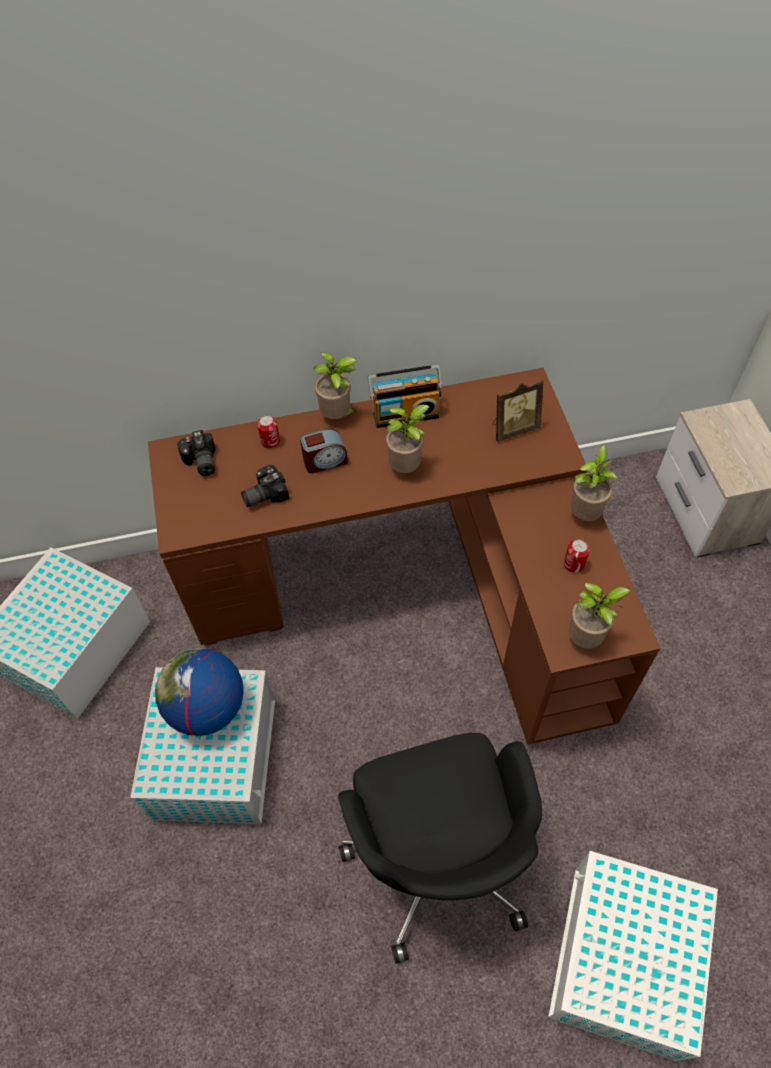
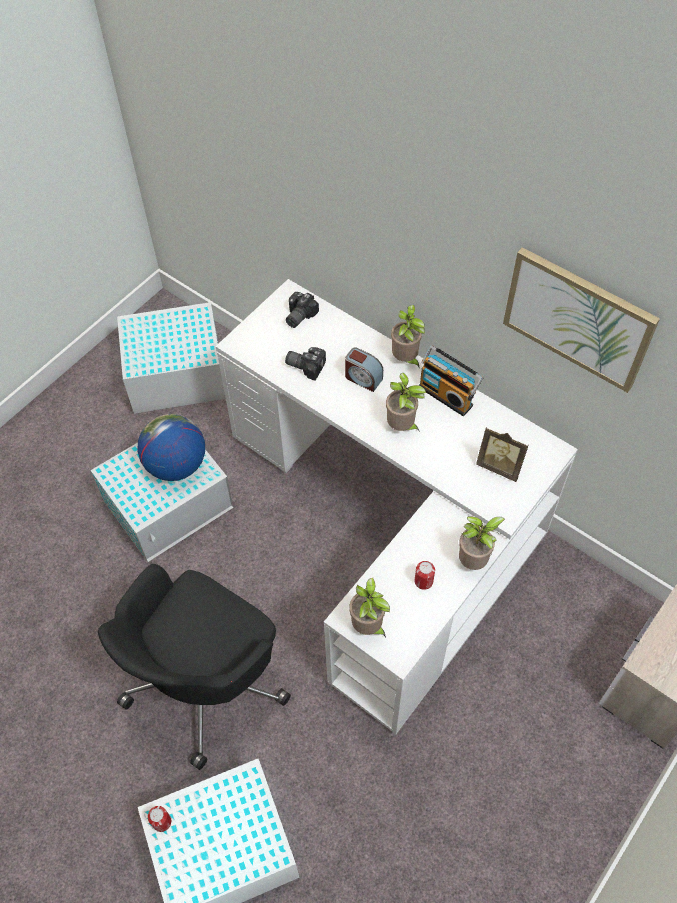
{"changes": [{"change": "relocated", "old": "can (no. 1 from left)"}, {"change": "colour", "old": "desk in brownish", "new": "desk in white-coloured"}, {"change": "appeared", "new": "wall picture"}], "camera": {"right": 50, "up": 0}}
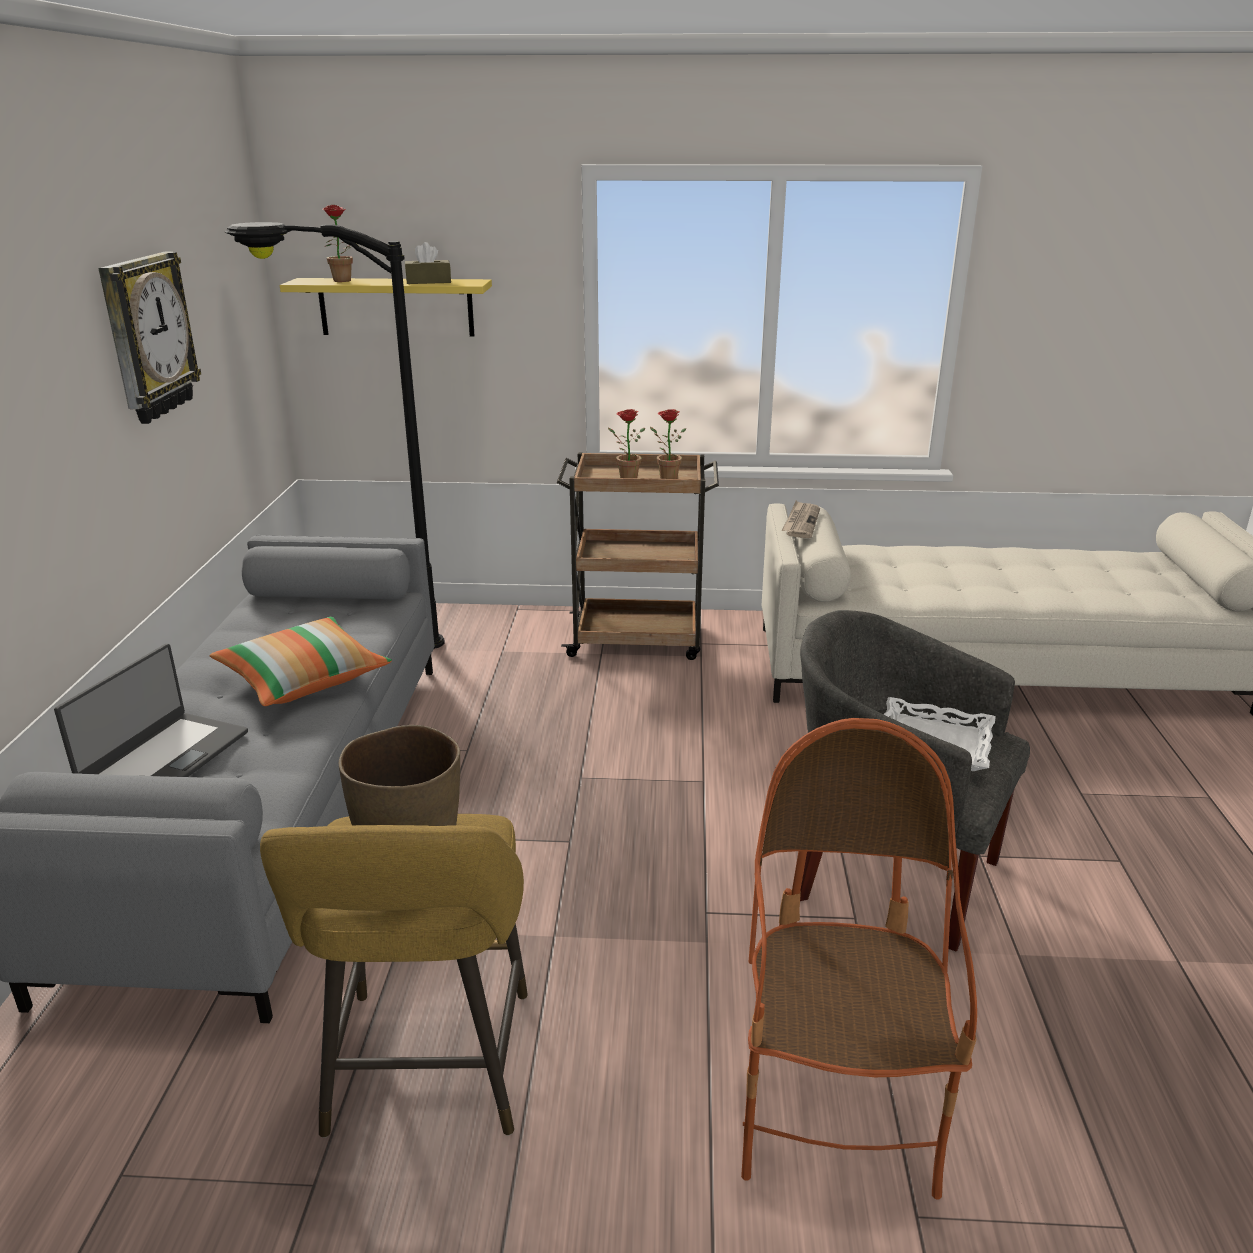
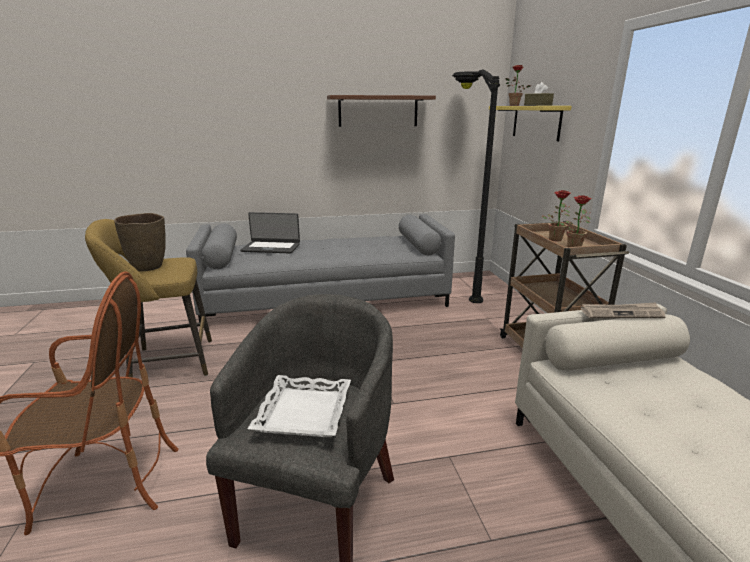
{"changes": [{"change": "exchanged", "old": "clock on the wall", "new": "shelf in brownish"}, {"change": "missing", "old": "cushion"}], "camera": {"right": 75, "up": -5}}
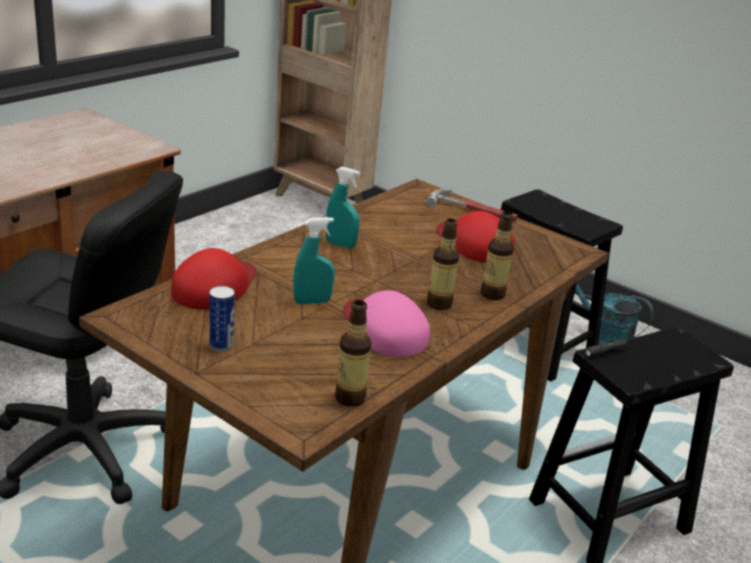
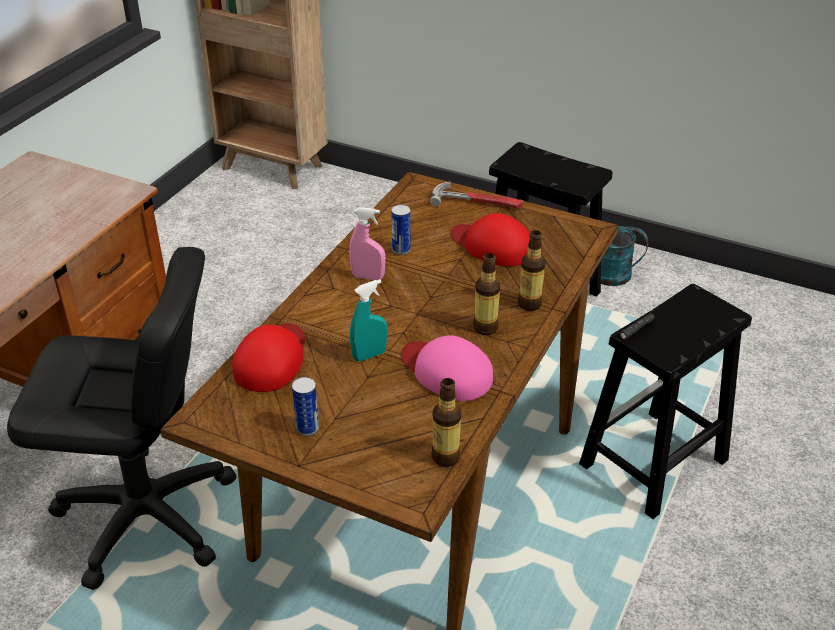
{"changes": [{"change": "colour", "old": "sprayer in turquoise (no. 2 from left)", "new": "sprayer in pink-coloured"}, {"change": "appeared", "new": "can (no. 2 from left)"}], "camera": {"right": -10, "up": 10}}
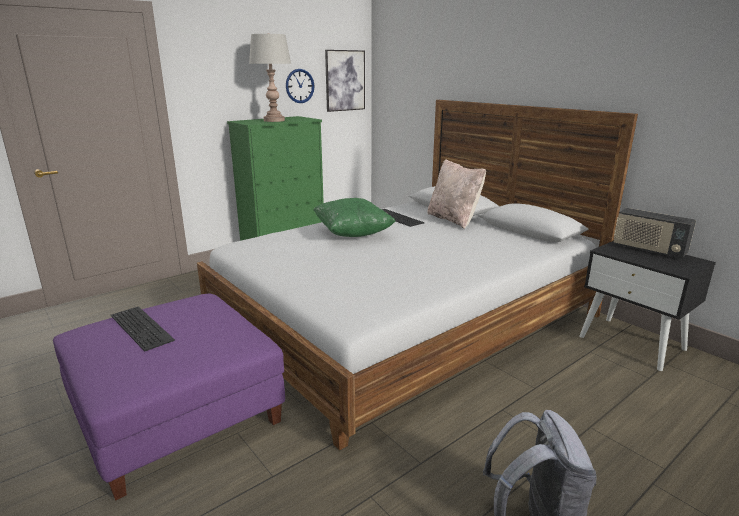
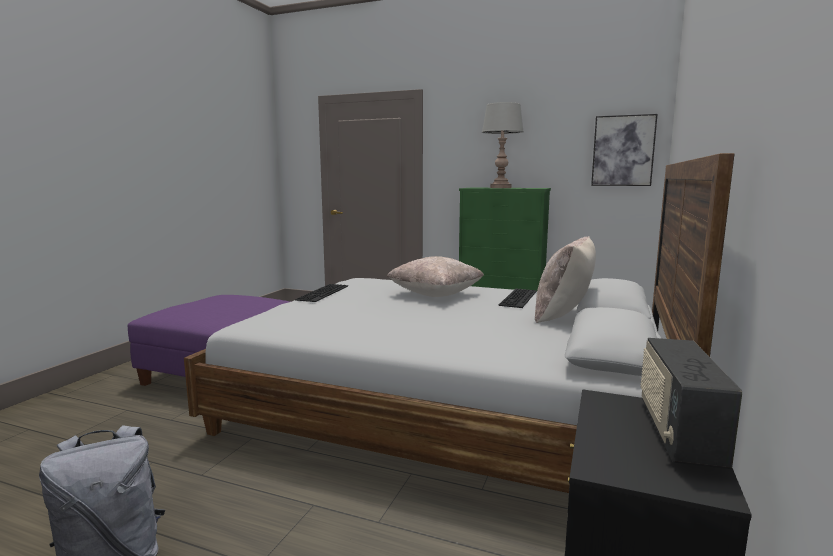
{"changes": [{"change": "relocated", "old": "computer keyboard (no. 1 from left)"}, {"change": "colour", "old": "cushion in green", "new": "cushion in beige (no. 1 from left)"}, {"change": "missing", "old": "clock on the wall"}], "camera": {"right": 60, "up": -10}}
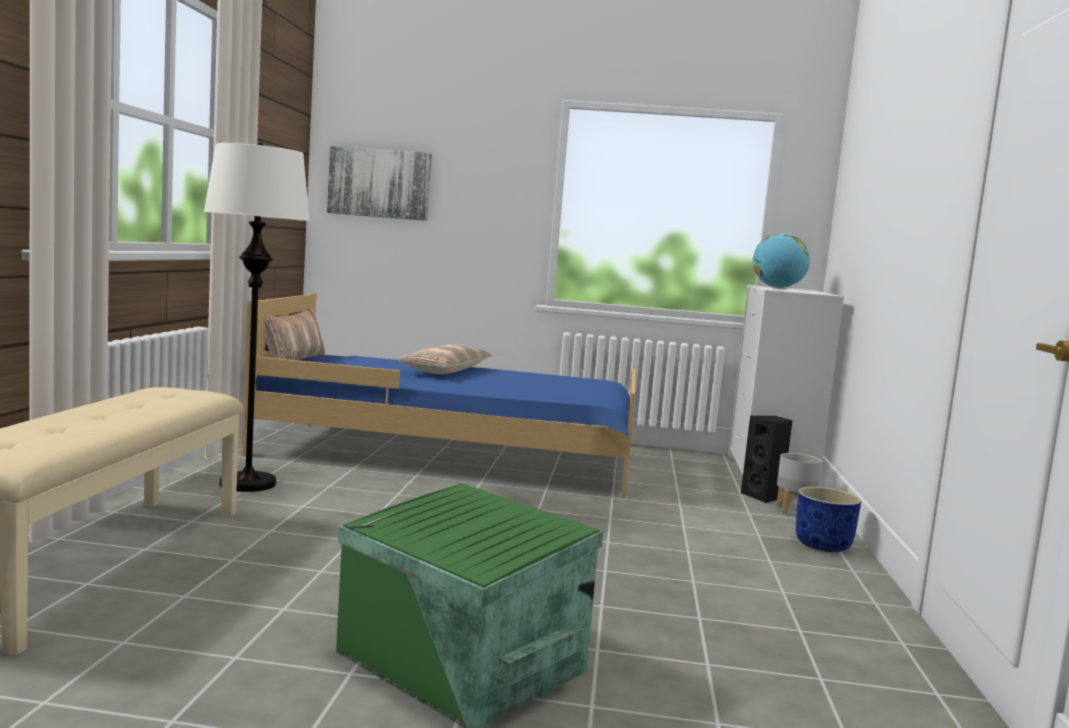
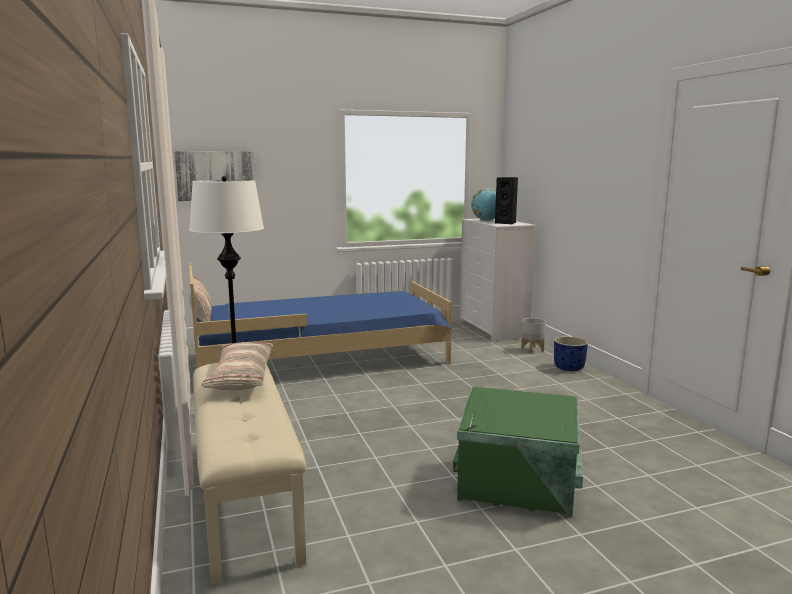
{"changes": [{"change": "relocated", "old": "cushion (no. 2 from left)"}, {"change": "relocated", "old": "speaker in black-coloured"}], "camera": {"right": -25, "up": 5}}
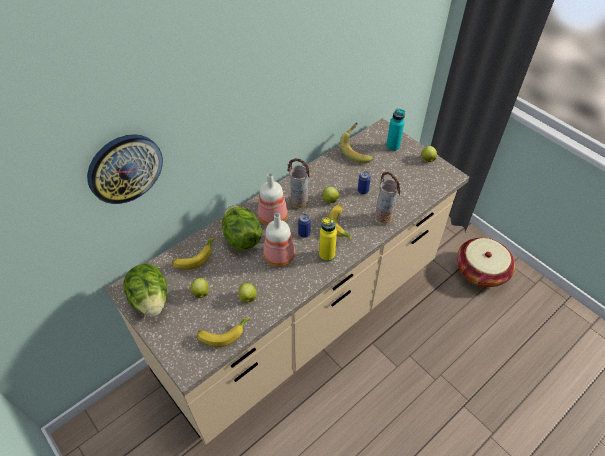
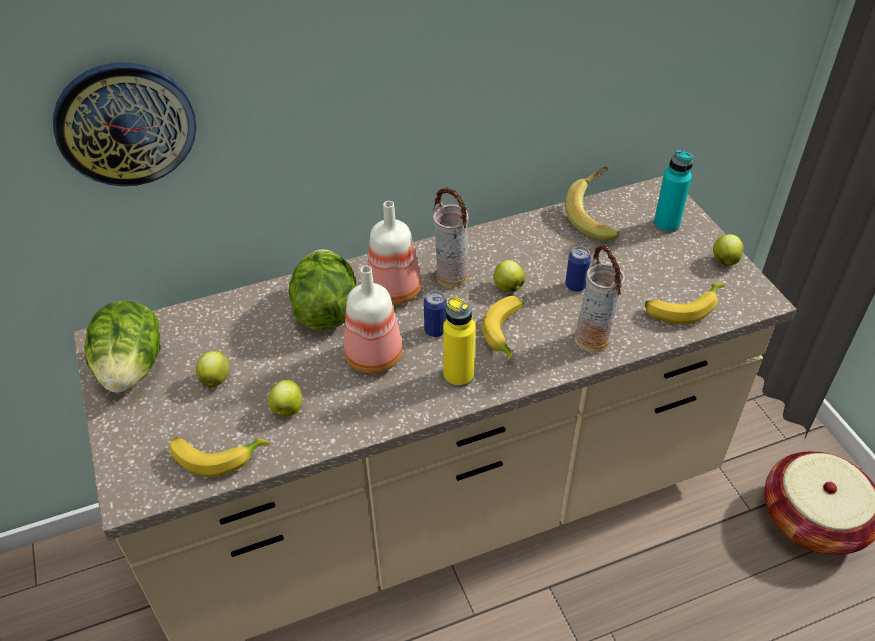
{"changes": [{"change": "relocated", "old": "banana (no. 1 from left in the first image)", "new": "banana (no. 4 from left)"}], "camera": {"right": 20, "up": -5}}
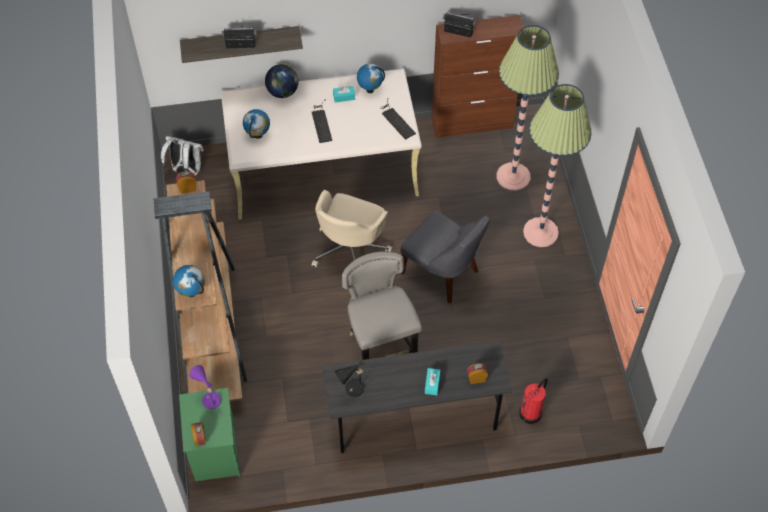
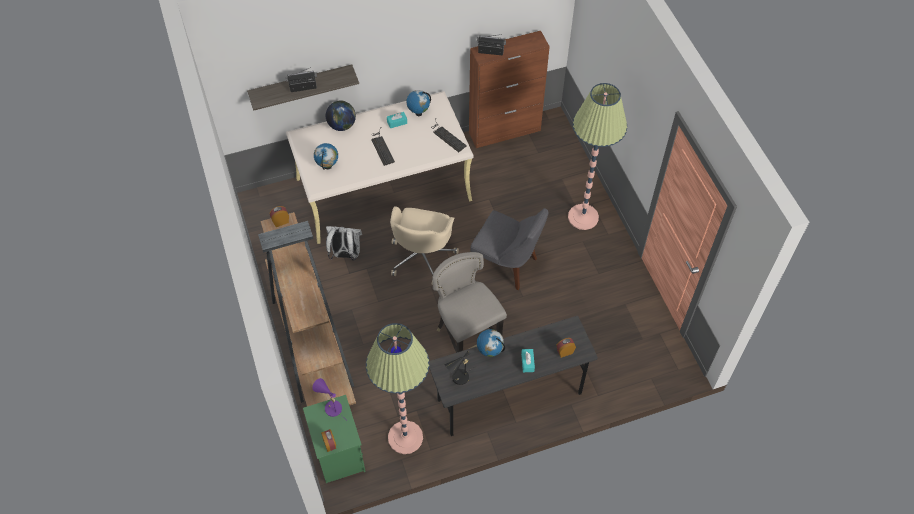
{"changes": [{"change": "relocated", "old": "rucksack in white-coloured"}, {"change": "relocated", "old": "standard lamp (no. 1 from left)"}, {"change": "relocated", "old": "world globe (no. 1 from left in the first image)", "new": "world globe (no. 4 from left)"}, {"change": "missing", "old": "fire-fighting cylinder"}], "camera": {"right": -10, "up": 0}}
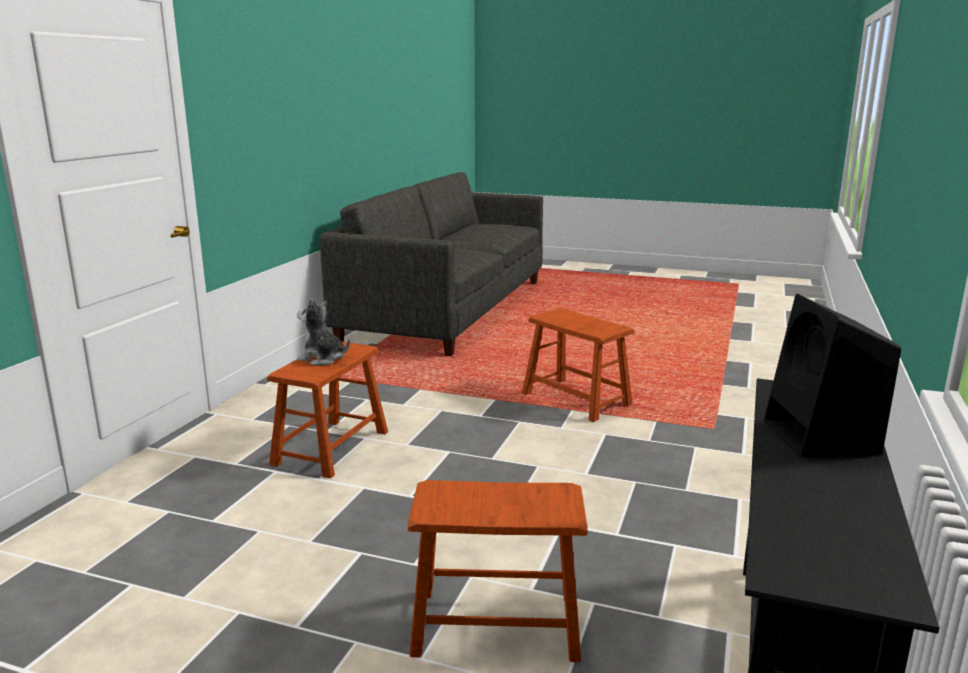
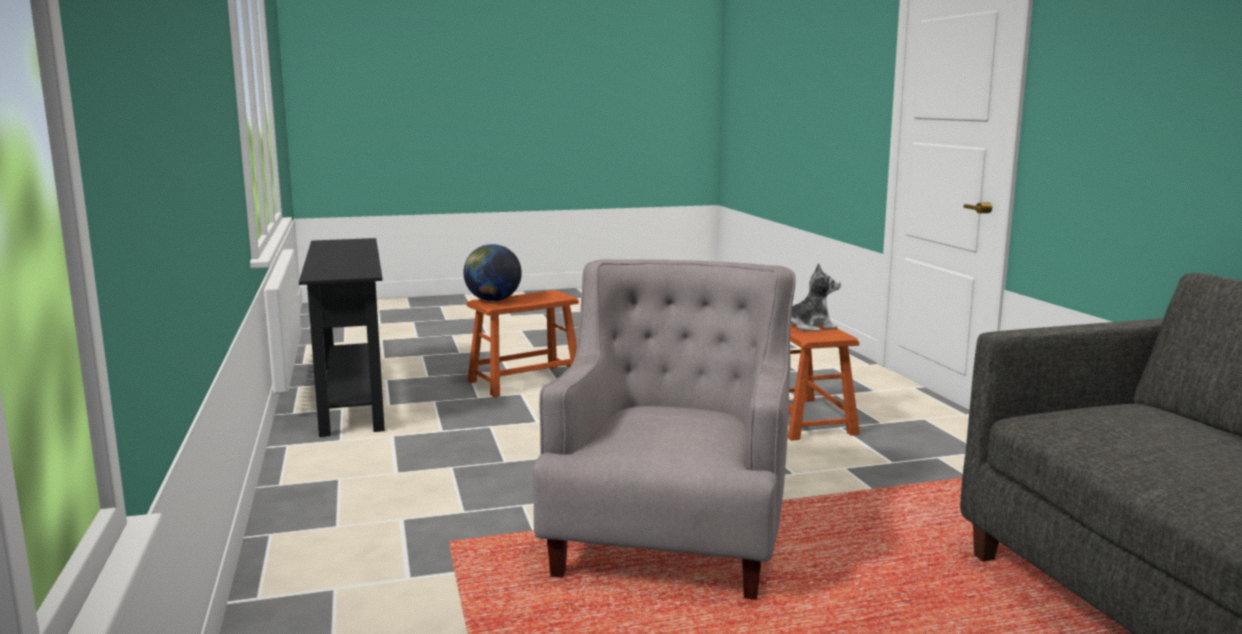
{"changes": [{"change": "appeared", "new": "world globe"}, {"change": "exchanged", "old": "sitting stool in brownish (no. 3 from left)", "new": "easy chair in gray"}, {"change": "missing", "old": "speaker in black-coloured"}], "camera": {"right": 145, "up": -5}}
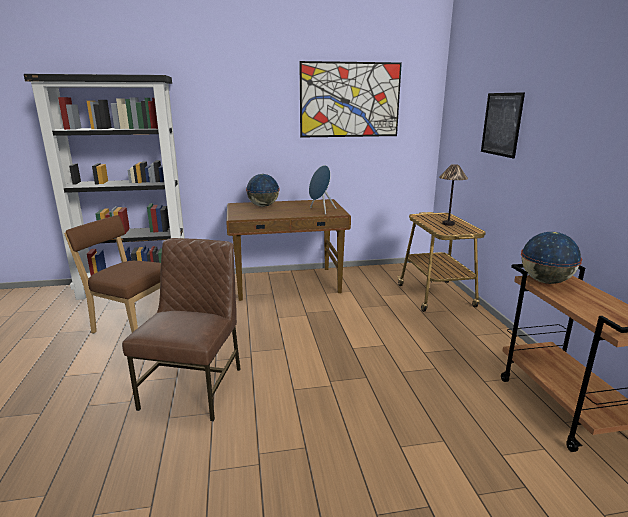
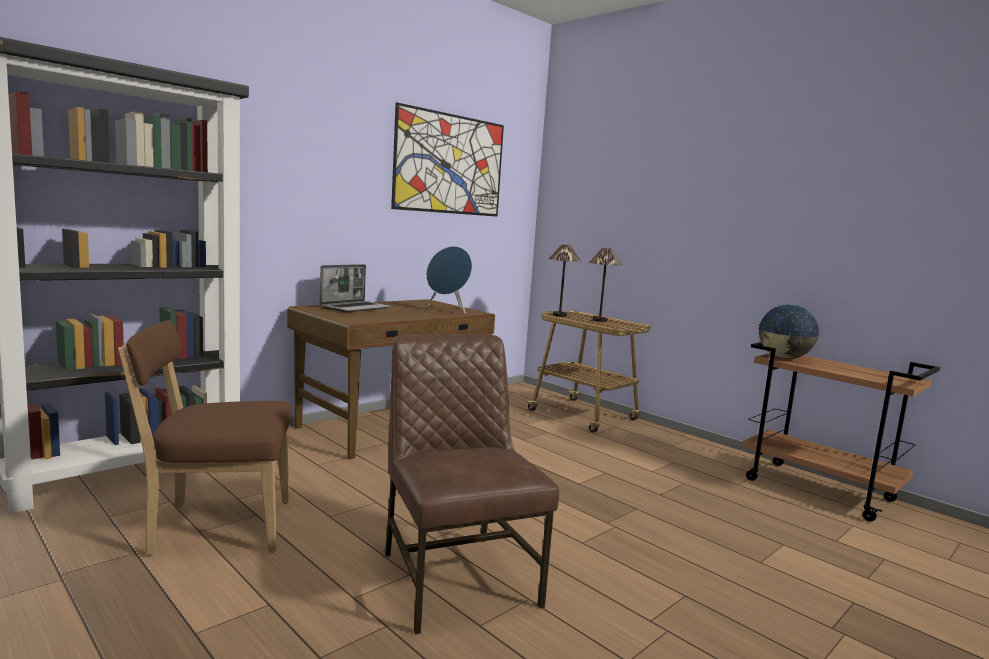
{"changes": [{"change": "exchanged", "old": "world globe (no. 1 from left)", "new": "portable computer"}, {"change": "appeared", "new": "lamp for a table (no. 1 from left)"}, {"change": "missing", "old": "wall picture (no. 2 from left)"}], "camera": {"right": -35, "up": -10}}
